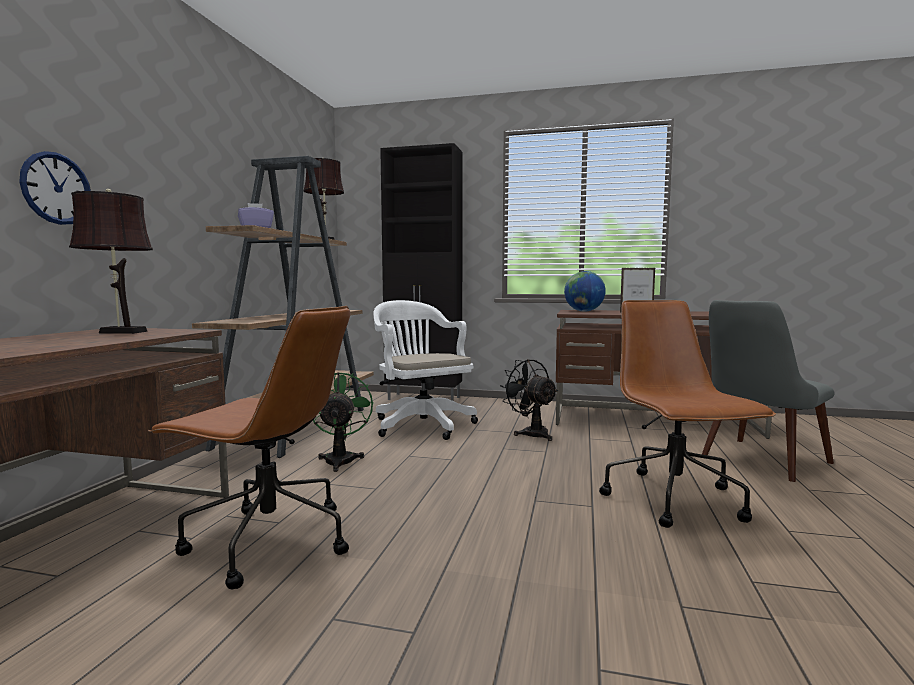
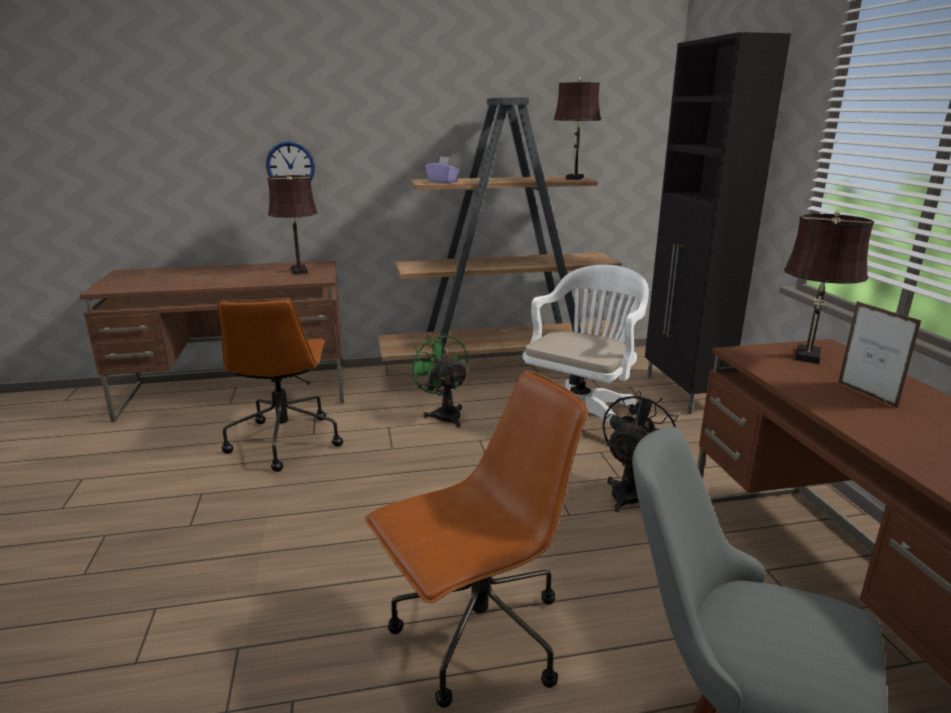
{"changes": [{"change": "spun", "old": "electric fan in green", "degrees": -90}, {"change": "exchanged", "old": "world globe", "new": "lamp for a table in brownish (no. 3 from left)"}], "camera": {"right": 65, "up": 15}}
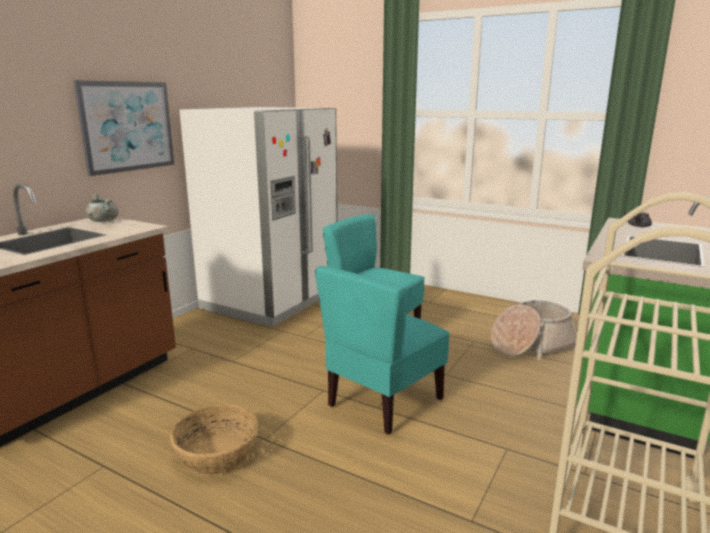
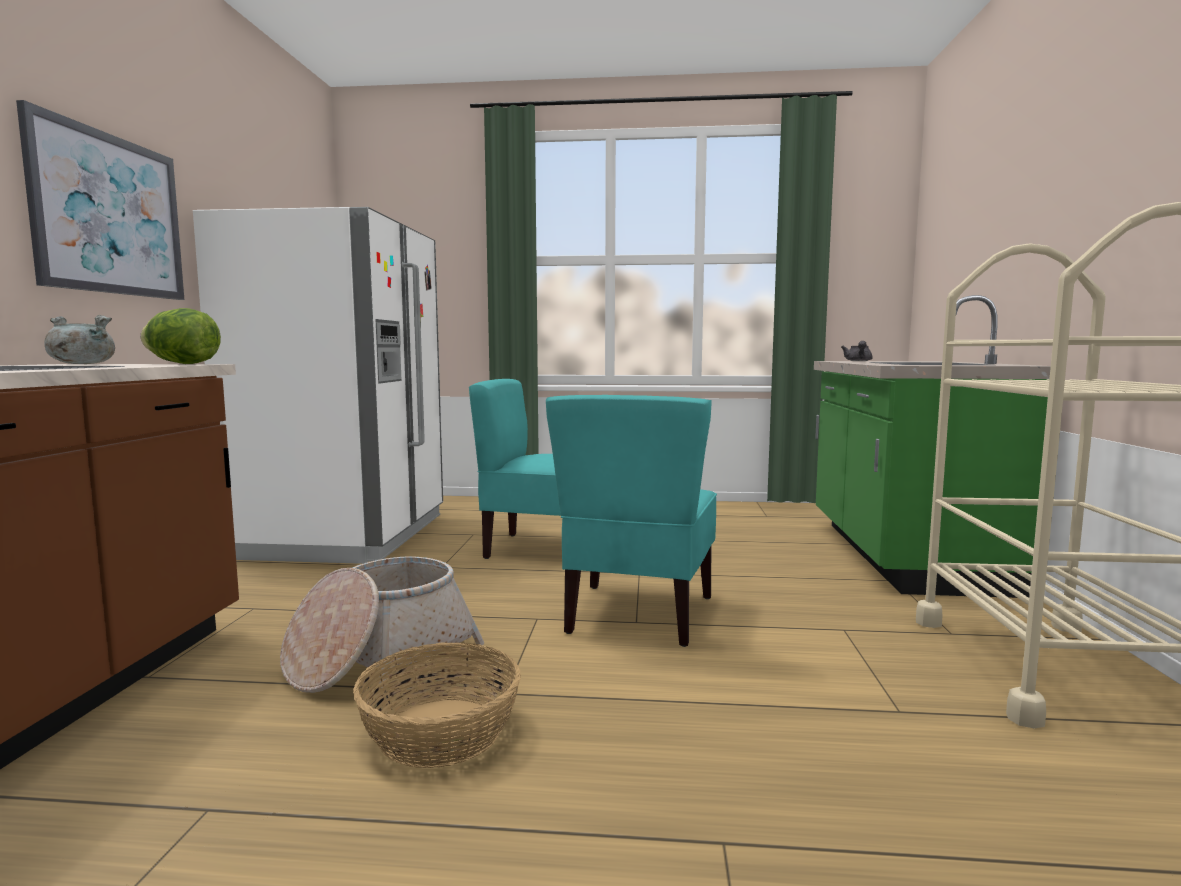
{"changes": [{"change": "appeared", "new": "head of lettuce"}, {"change": "relocated", "old": "household basket (no. 2 from left in the first image)", "new": "household basket (no. 1 from left)"}], "camera": {"right": -25, "up": -10}}
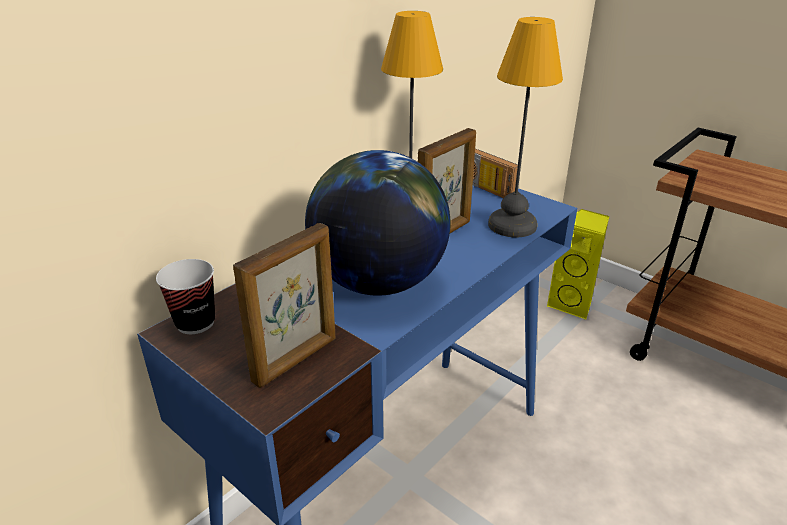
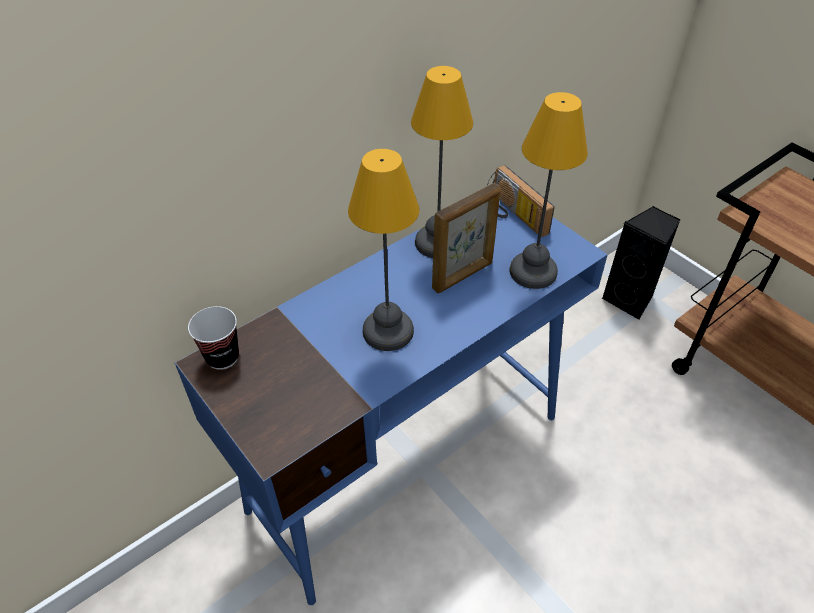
{"changes": [{"change": "exchanged", "old": "world globe", "new": "lamp for a table (no. 1 from left)"}, {"change": "colour", "old": "speaker in yellow", "new": "speaker in black-coloured"}, {"change": "missing", "old": "standing frame (no. 1 from left)"}], "camera": {"right": 10, "up": 15}}
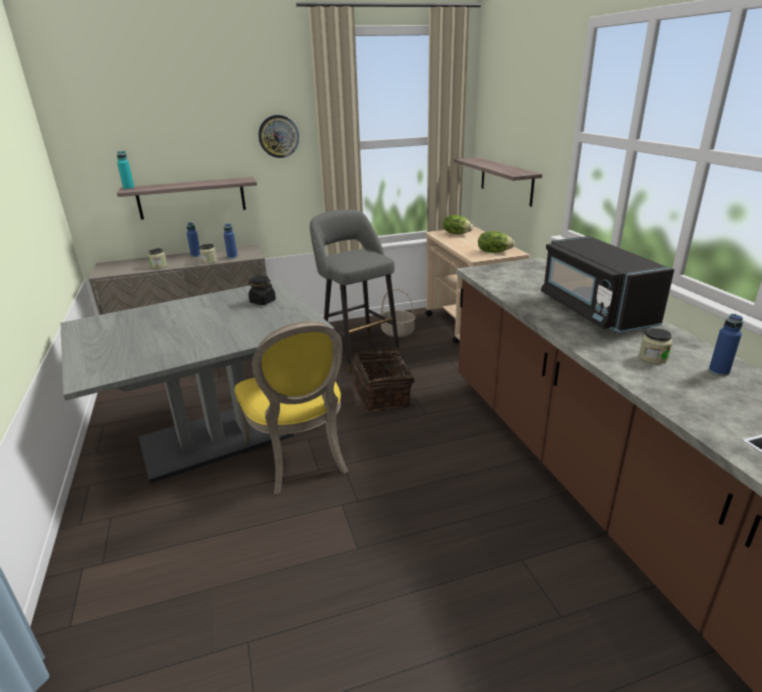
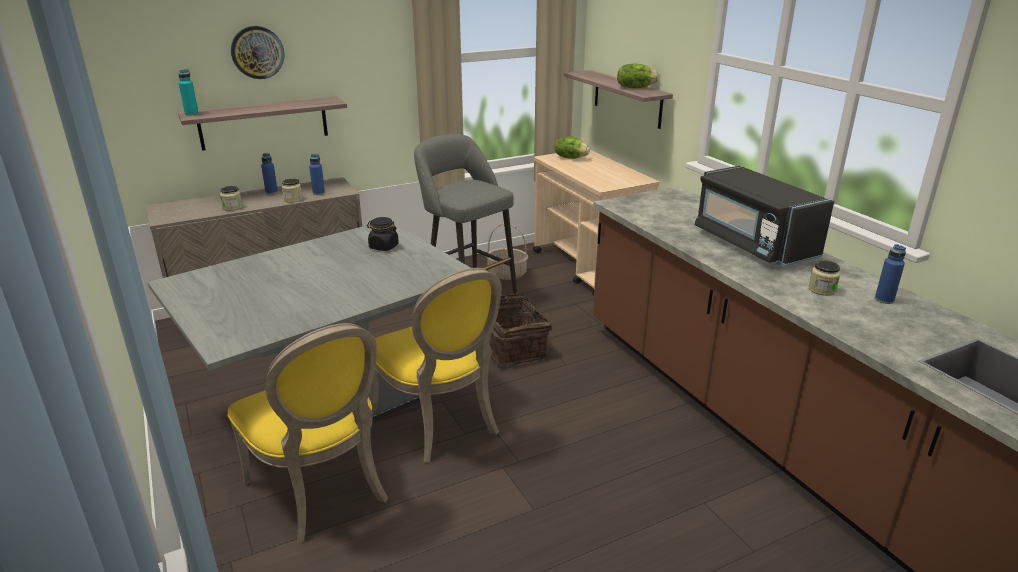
{"changes": [{"change": "appeared", "new": "upright chair in yellow (no. 1 from left)"}, {"change": "relocated", "old": "clock on the wall"}, {"change": "relocated", "old": "head of lettuce (no. 2 from left)"}], "camera": {"right": -10, "up": 0}}
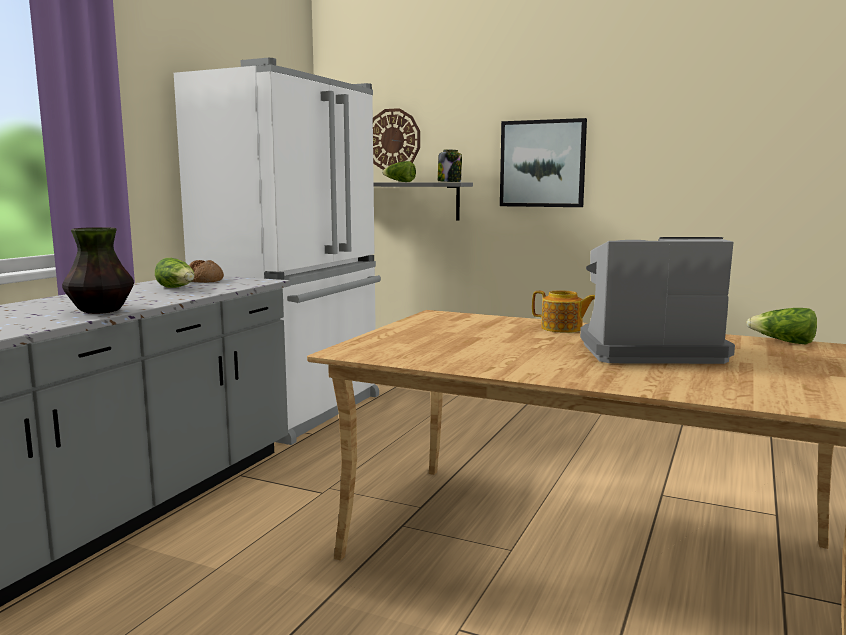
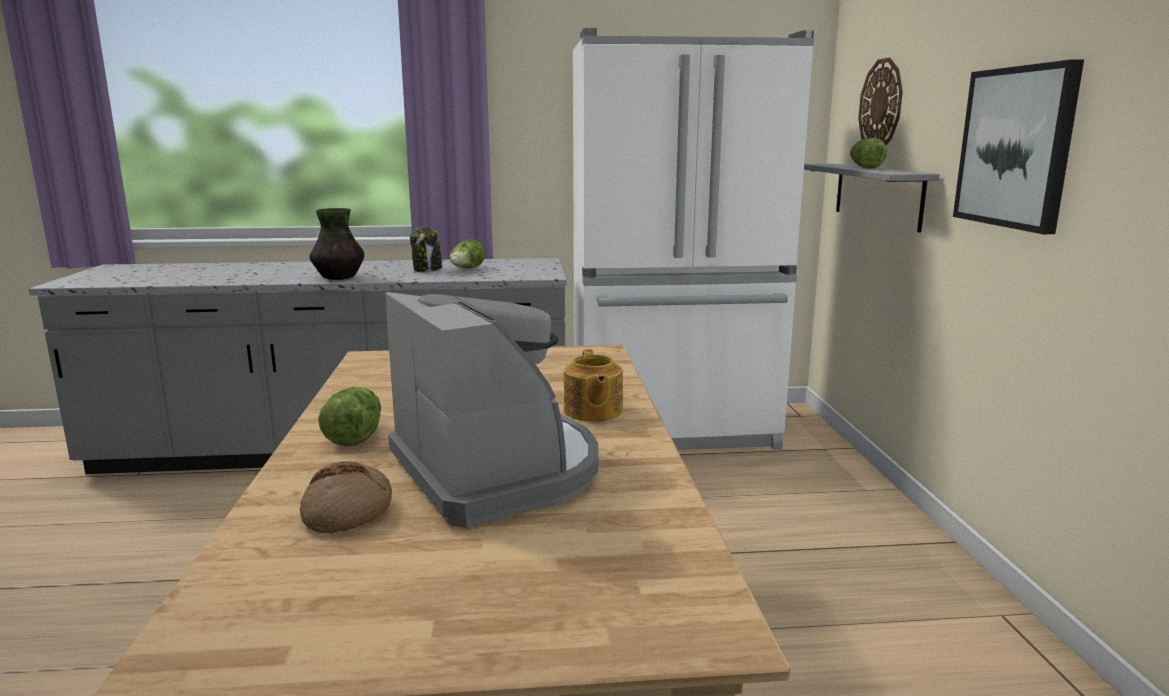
{"changes": [{"change": "relocated", "old": "bread"}, {"change": "relocated", "old": "head of lettuce (no. 3 from left in the first image)", "new": "head of lettuce (no. 1 from left)"}, {"change": "relocated", "old": "preserve jar"}], "camera": {"right": 60, "up": 5}}
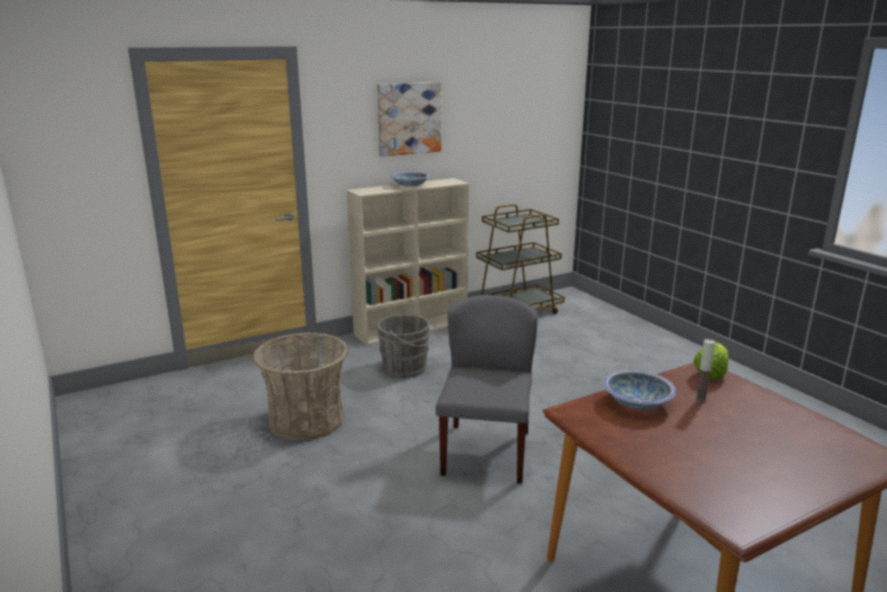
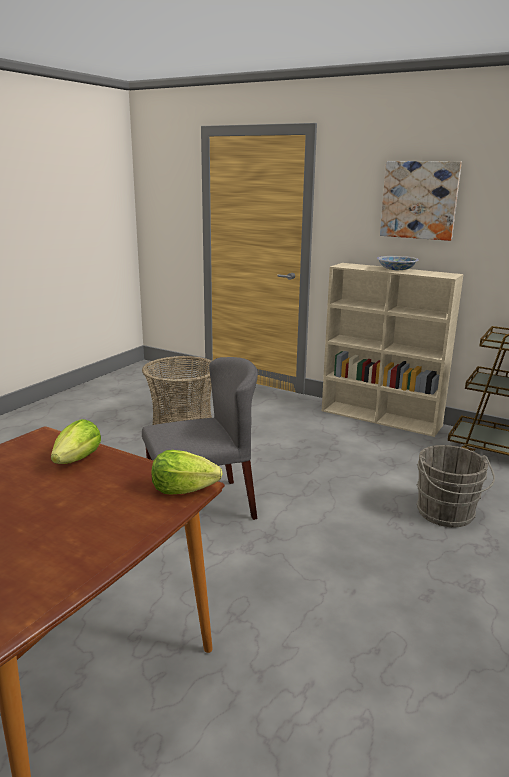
{"changes": [{"change": "exchanged", "old": "serving bowl (no. 2 from left)", "new": "head of lettuce (no. 1 from left)"}, {"change": "relocated", "old": "pail in gray"}, {"change": "missing", "old": "wax light"}], "camera": {"right": 60, "up": 0}}
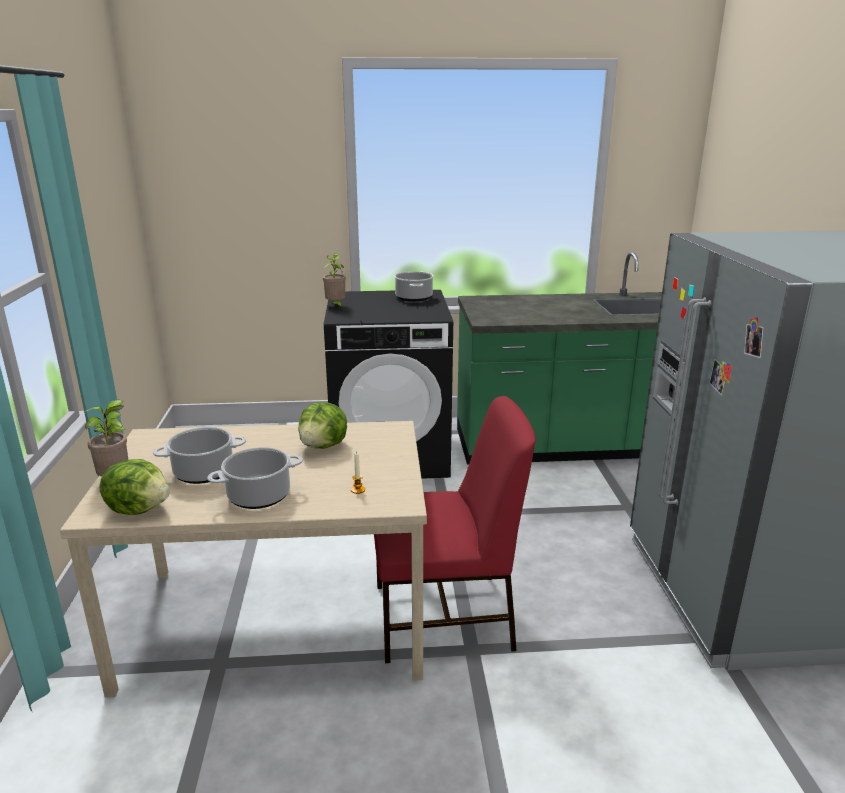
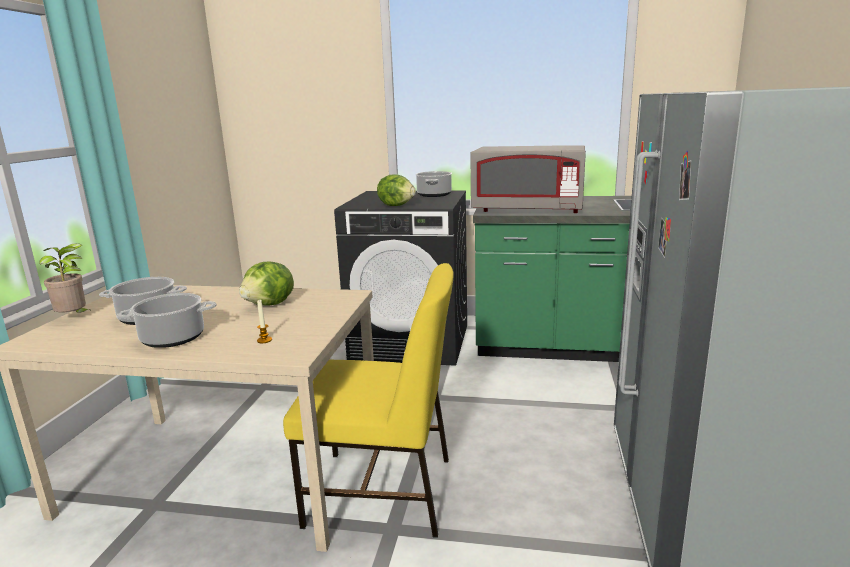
{"changes": [{"change": "colour", "old": "upright chair in reddish", "new": "upright chair in yellow"}, {"change": "relocated", "old": "head of lettuce (no. 1 from left in the first image)", "new": "head of lettuce (no. 2 from left)"}, {"change": "appeared", "new": "kitchen microwave in gray"}, {"change": "missing", "old": "plant in a pot (no. 2 from left)"}], "camera": {"right": 15, "up": -5}}
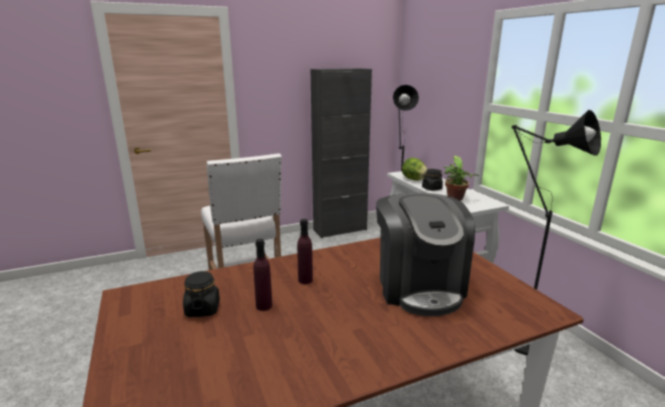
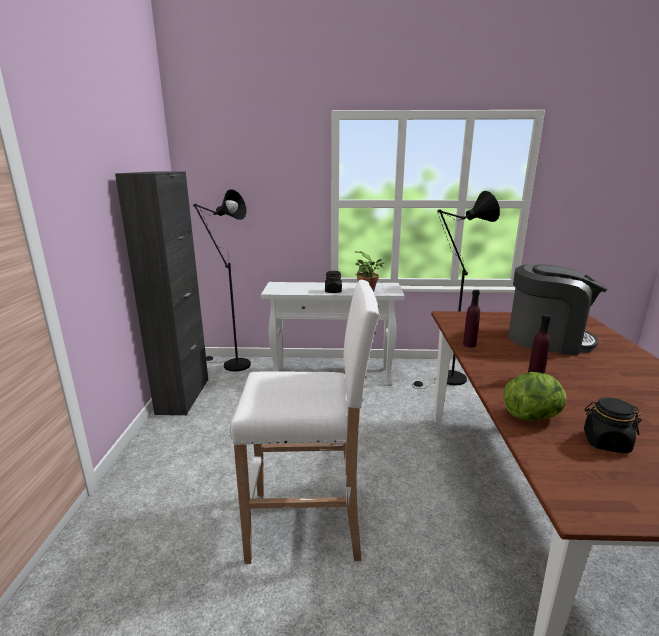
{"changes": [{"change": "relocated", "old": "bottle in purple (no. 1 from left)"}, {"change": "relocated", "old": "head of lettuce"}], "camera": {"right": -65, "up": 0}}
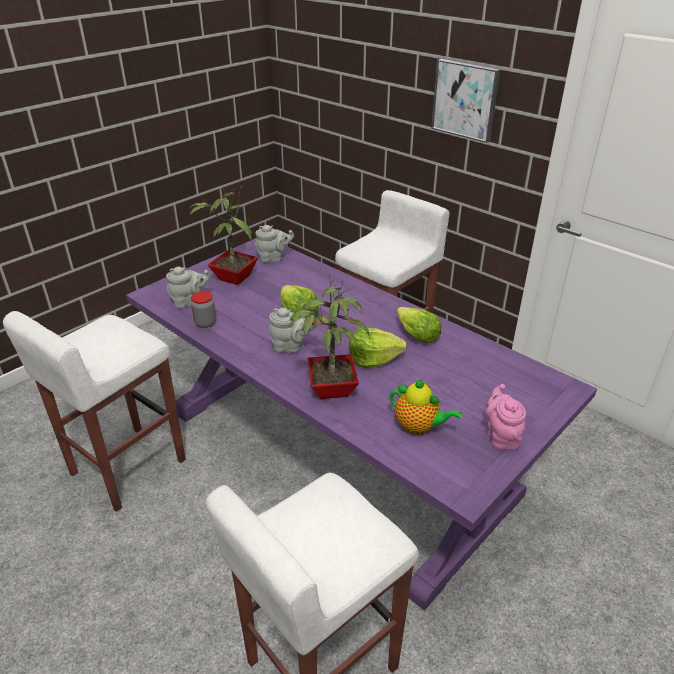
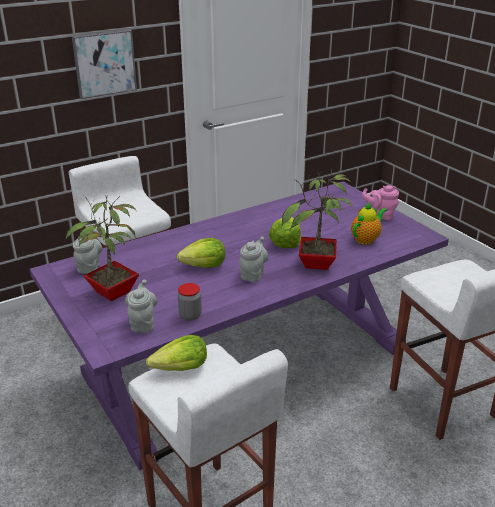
{"changes": [{"change": "relocated", "old": "head of lettuce (no. 3 from left in the first image)", "new": "head of lettuce (no. 1 from left)"}], "camera": {"right": -75, "up": -5}}
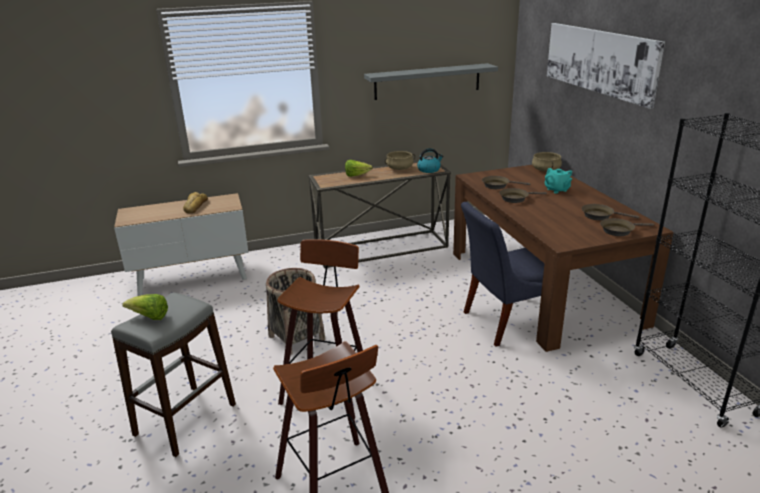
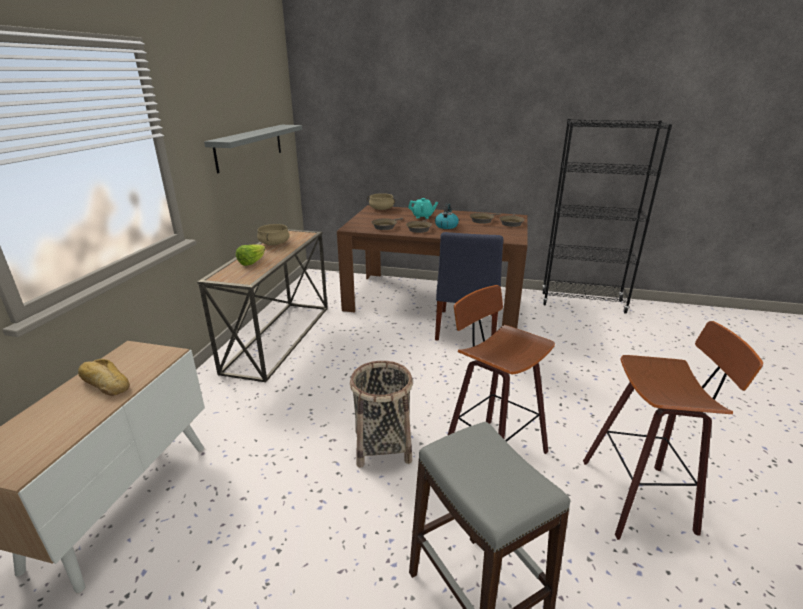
{"changes": [{"change": "relocated", "old": "tea kettle"}, {"change": "missing", "old": "head of lettuce (no. 1 from left)"}, {"change": "missing", "old": "wall picture"}], "camera": {"right": -60, "up": 0}}
